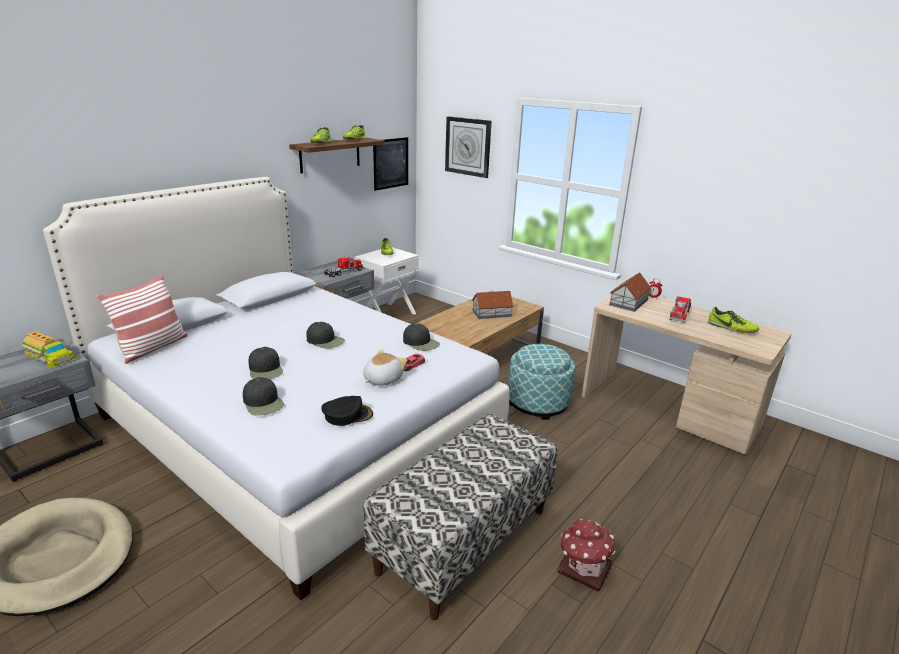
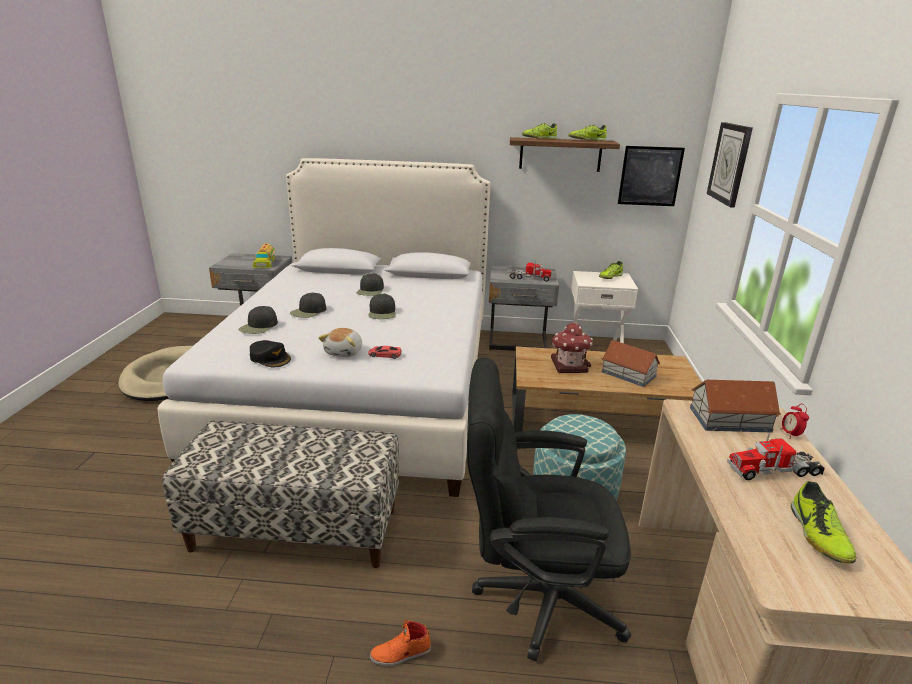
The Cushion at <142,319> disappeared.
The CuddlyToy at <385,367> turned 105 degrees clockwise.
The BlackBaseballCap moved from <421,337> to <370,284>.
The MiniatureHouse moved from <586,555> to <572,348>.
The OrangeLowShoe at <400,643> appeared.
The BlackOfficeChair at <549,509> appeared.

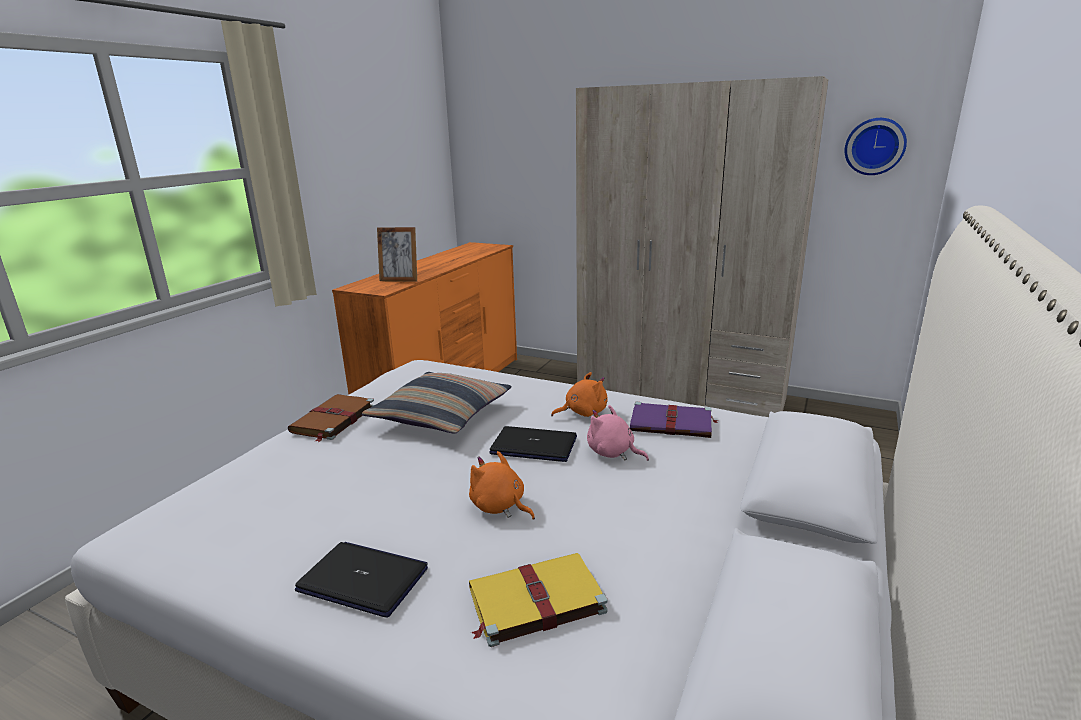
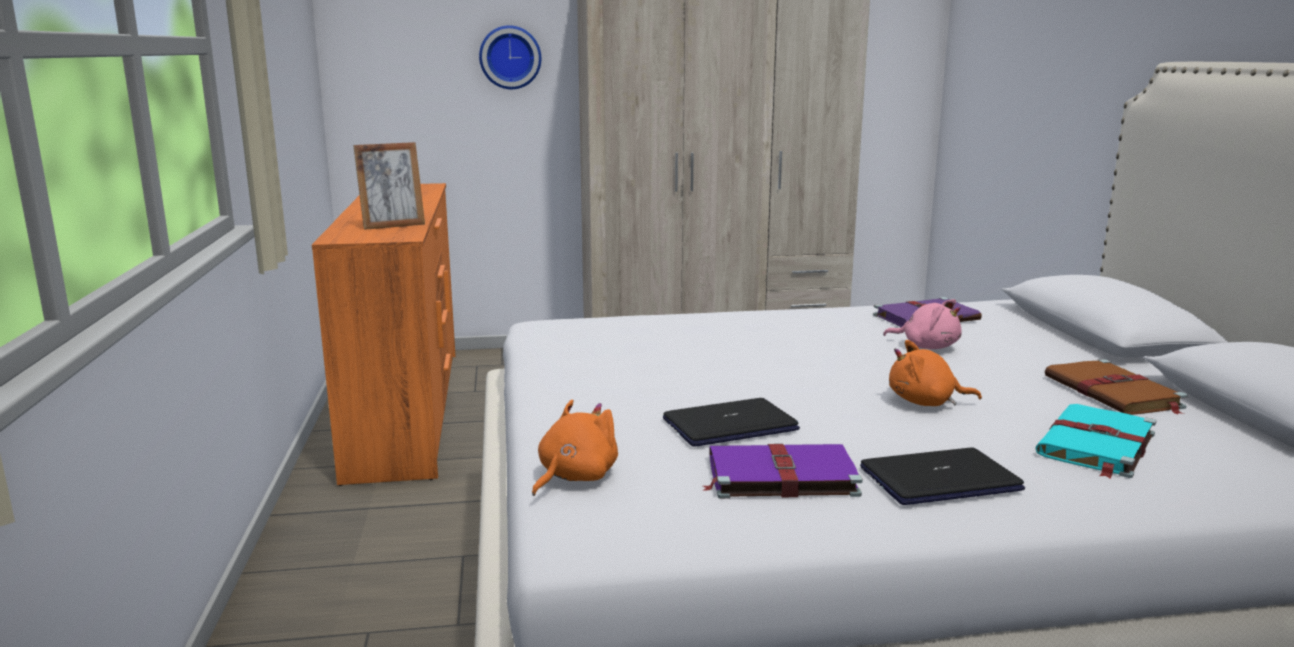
The BrownishVolume moved from <331,418> to <1116,387>.
The Cushion at <437,402> disappeared.
The YellowVolume at <538,600> became the TurquoiseColouredVolume at <1096,441>.
The PortableComputer moved from <533,444> to <731,422>.
The OrangeCuddlyToy moved from <579,394> to <575,448>.
The PinkCuddlyToy at <618,433> turned 150 degrees counterclockwise.
The ClockOnTheWall moved from <876,146> to <510,57>.
The PurpleColouredVolume at <783,471> appeared.

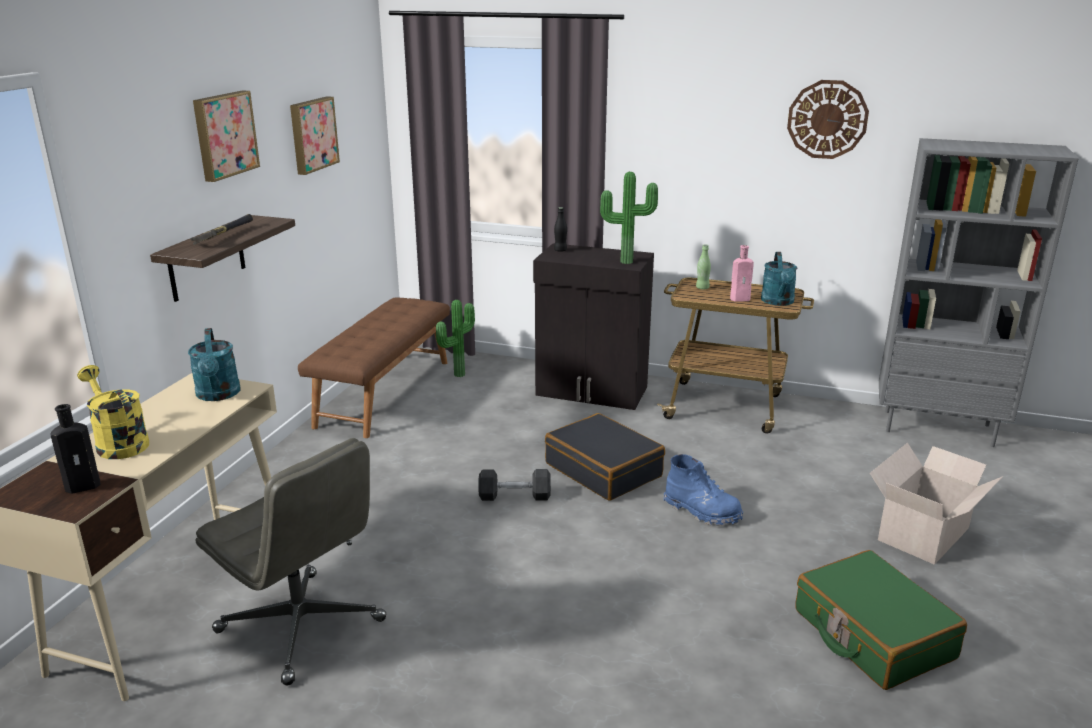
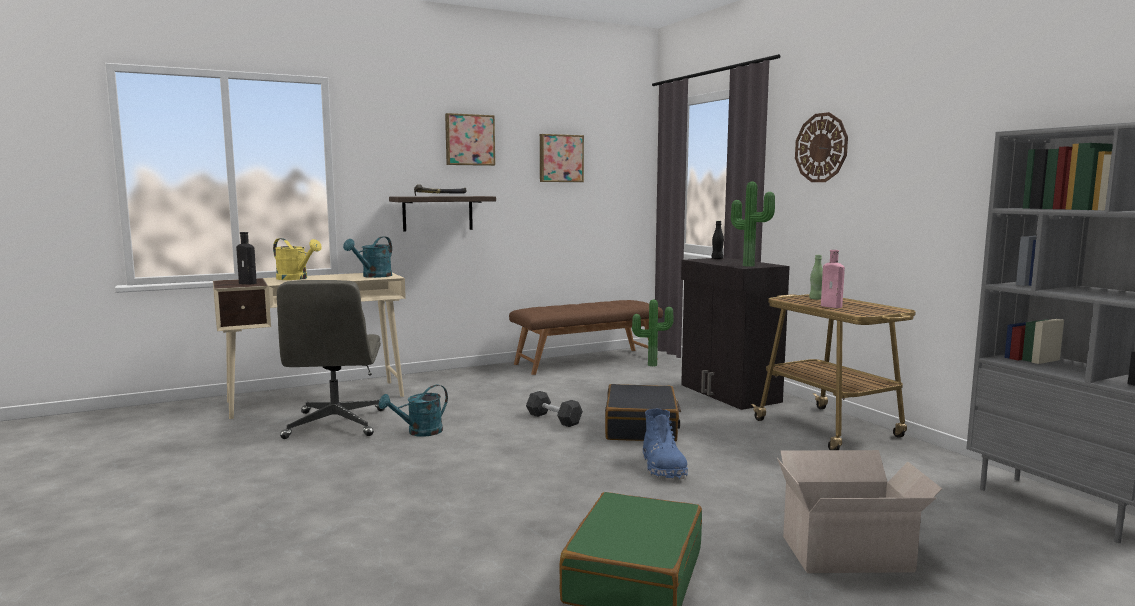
The YellowWateringPot at <113,412> turned 120 degrees clockwise.
The TurquoiseColouredWateringPot moved from <779,279> to <413,411>.
The ClockOnTheWall moved from <828,119> to <821,147>.

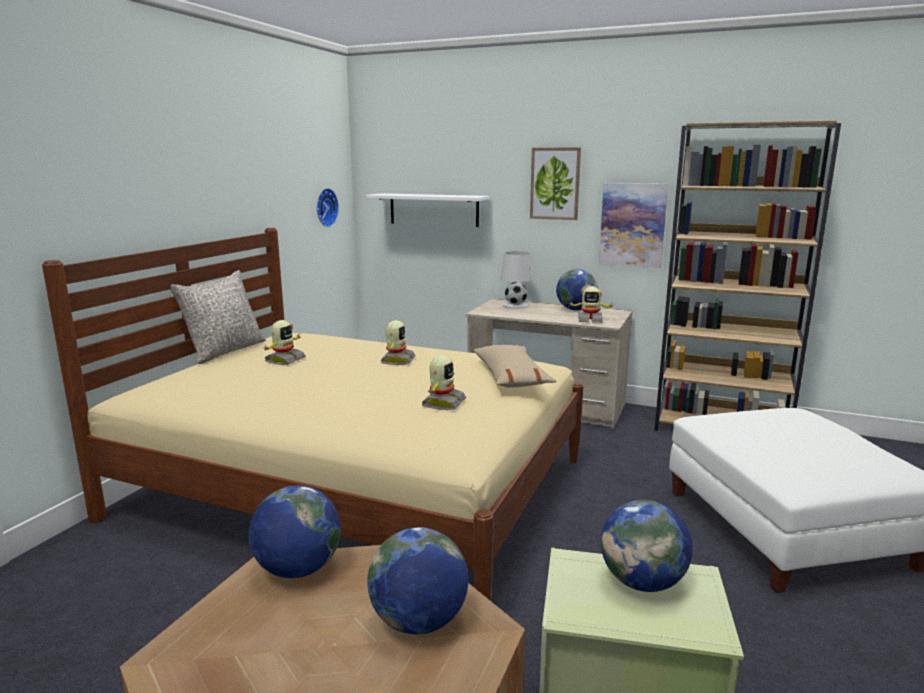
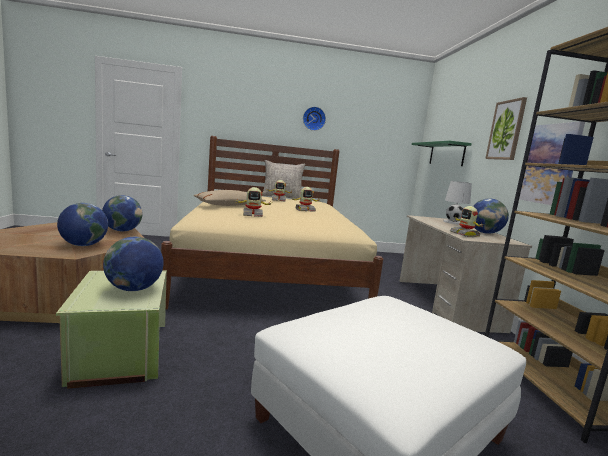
The ClockOnTheWall moved from <328,207> to <314,119>.
The WhiteColouredWallShelf at <428,210> became the GreenishWallShelf at <442,153>.
The BeigeCushion moved from <514,366> to <229,198>.

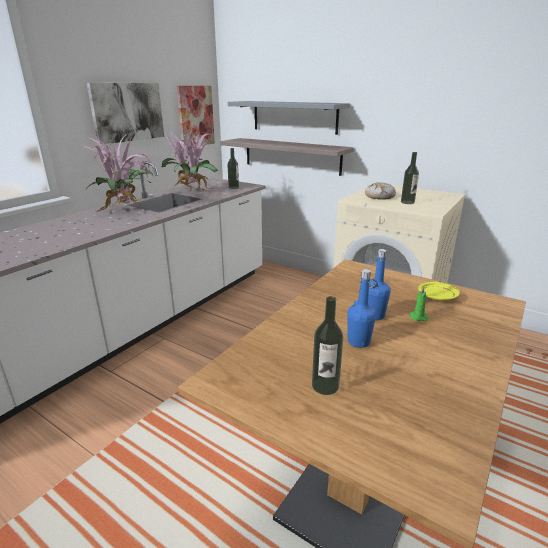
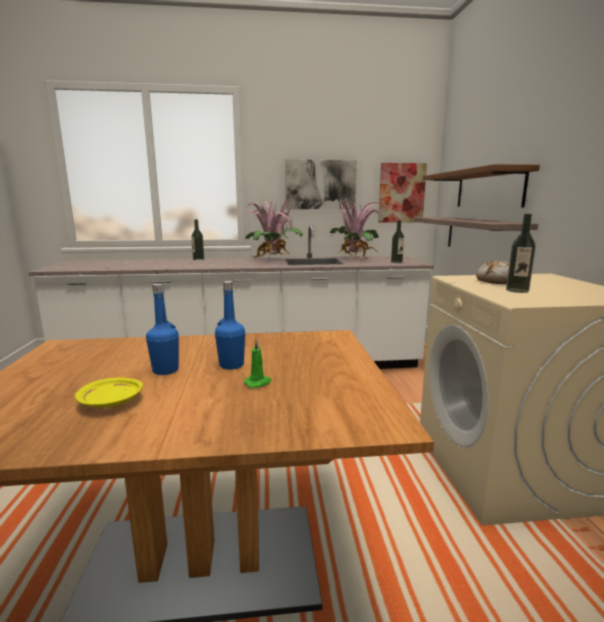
The GreyWallShelf at <289,118> became the BrownishWallShelf at <481,186>.
The DrinkBottle moved from <327,345> to <197,240>.
The YellowPlate moved from <439,291> to <109,392>.

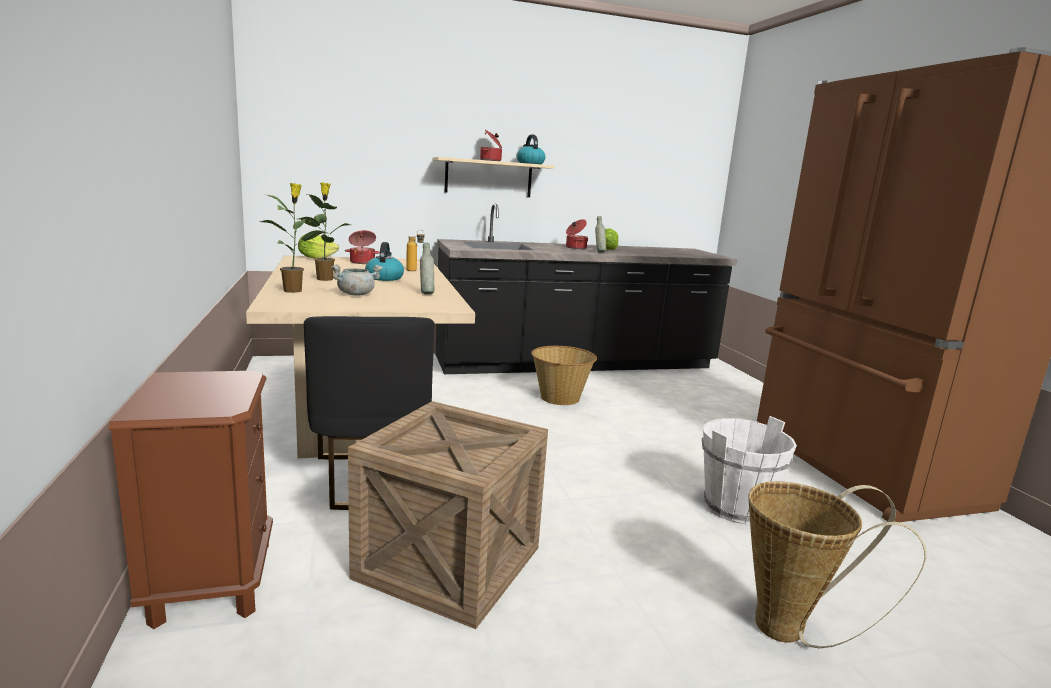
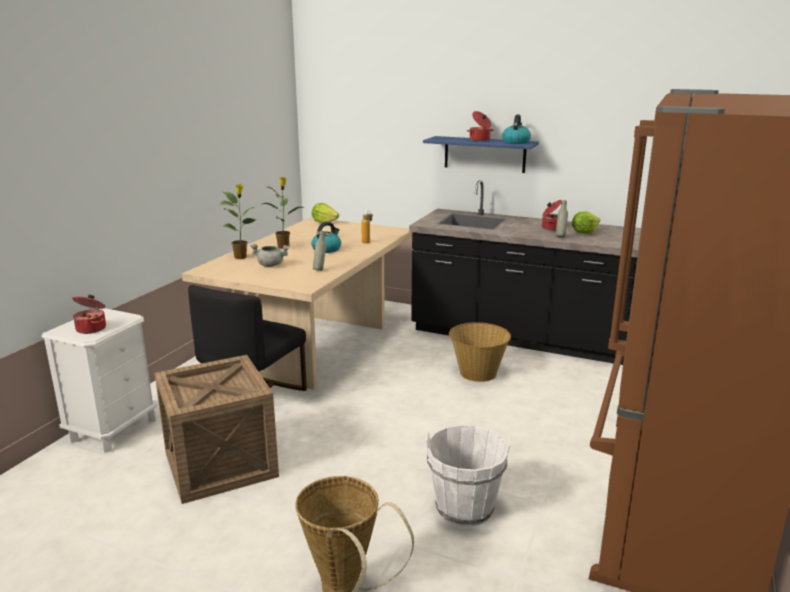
The BrownishBedsideTable at <191,500> became the WhiteColouredBedsideTable at <99,380>.
The Saucepot moved from <362,247> to <89,314>.
The BeigeWallShelf at <494,177> became the BlueWallShelf at <481,154>.

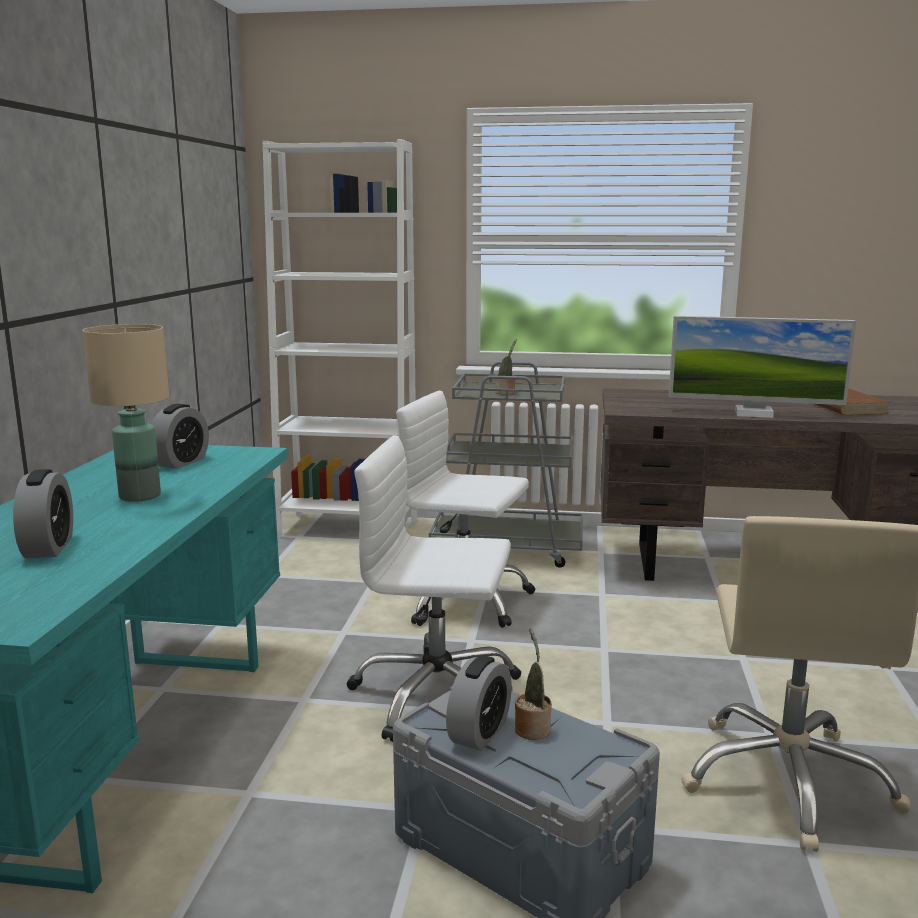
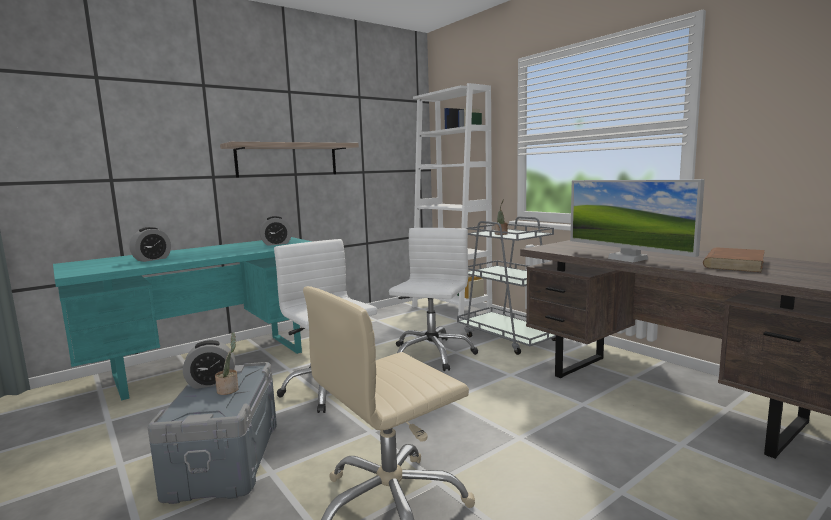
The BeigeTableLamp at <126,413> disappeared.
The WhiteColouredOfficeChair at <465,509> turned 45 degrees clockwise.
The WallShelf at <289,160> appeared.

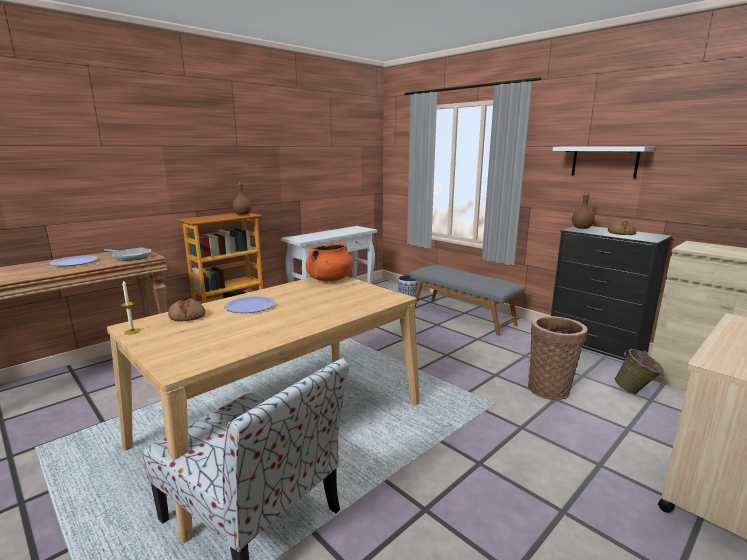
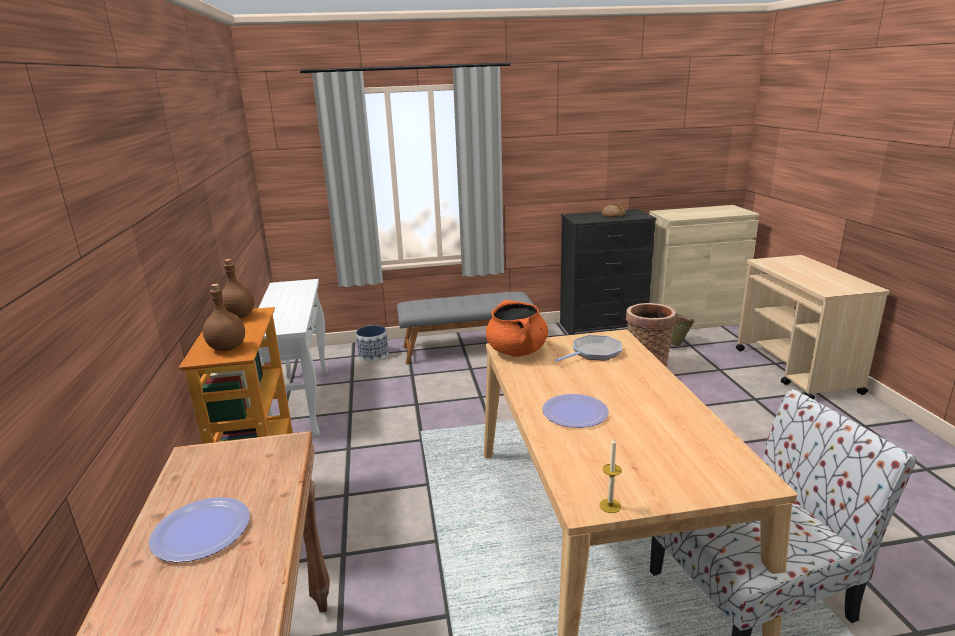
The Skillet moved from <127,254> to <588,348>.
The Bread at <186,309> disappeared.
The WhiteColouredWallShelf at <603,162> disappeared.
The BrownishDrinkBottle moved from <583,210> to <224,317>.

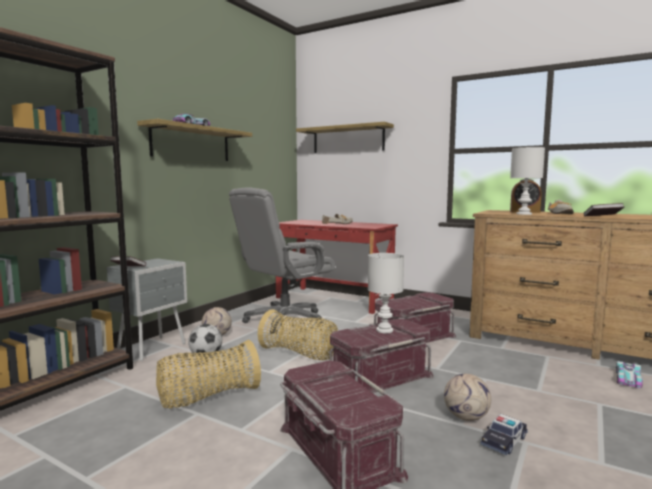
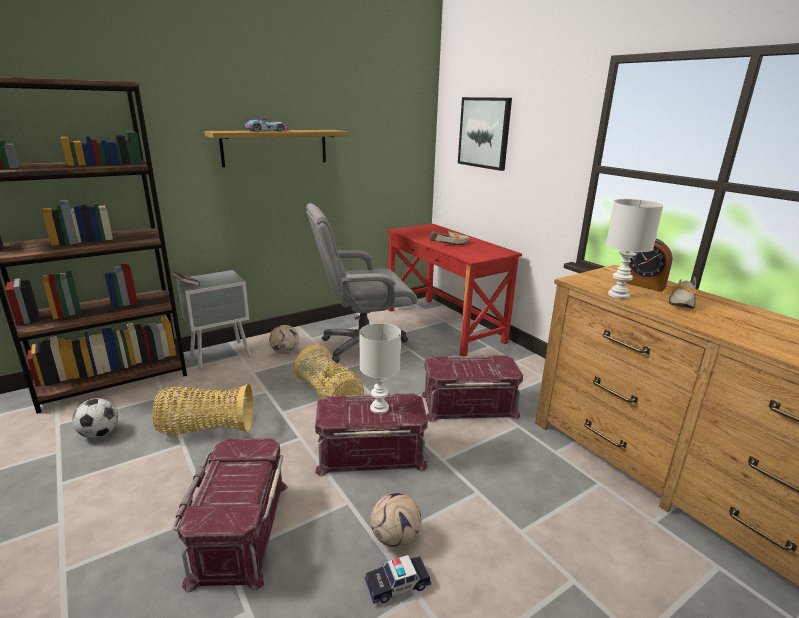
The Football moved from <205,341> to <95,418>.
The WallShelf at <345,137> was replaced by the WallArt at <485,134>.
The Volume at <603,209> disappeared.
The MiniatureCar at <629,374> disappeared.

